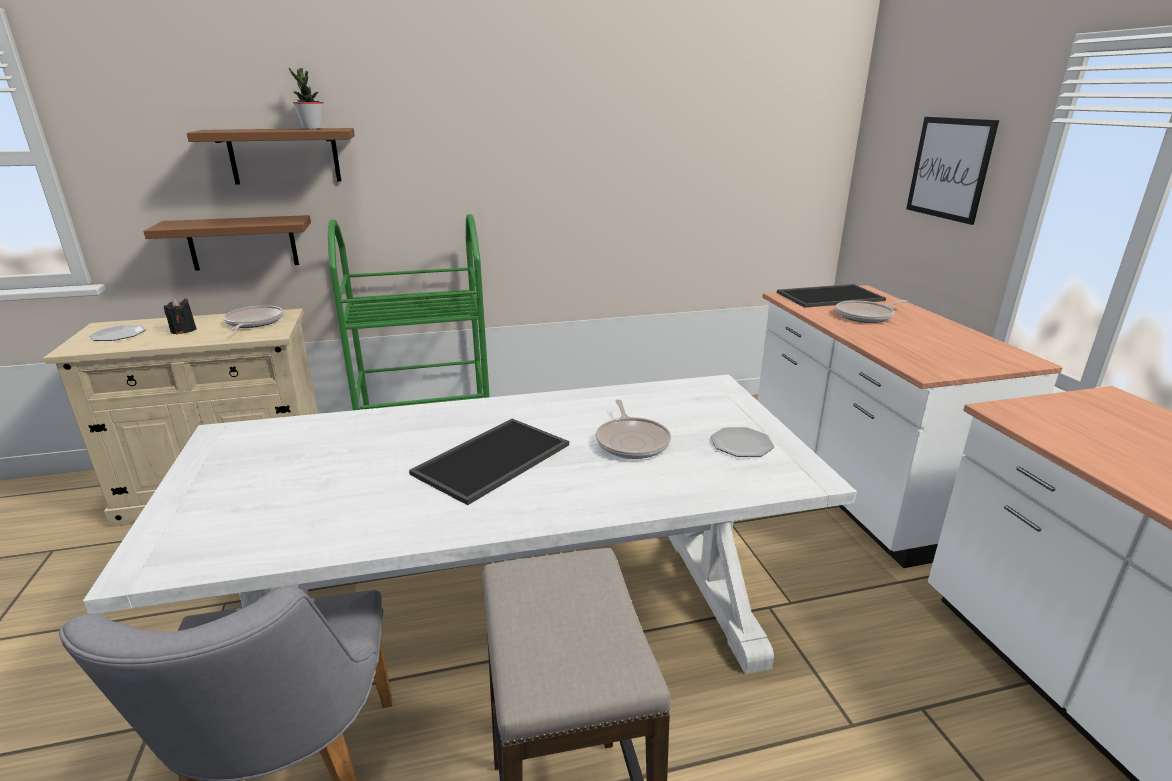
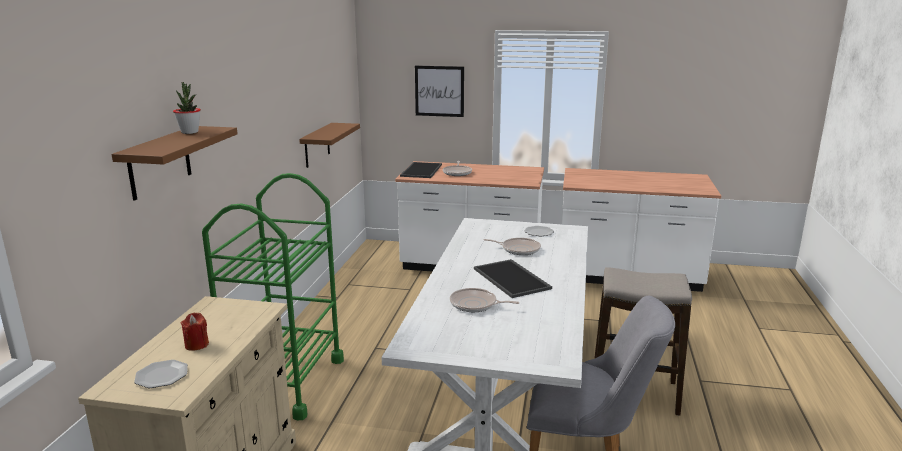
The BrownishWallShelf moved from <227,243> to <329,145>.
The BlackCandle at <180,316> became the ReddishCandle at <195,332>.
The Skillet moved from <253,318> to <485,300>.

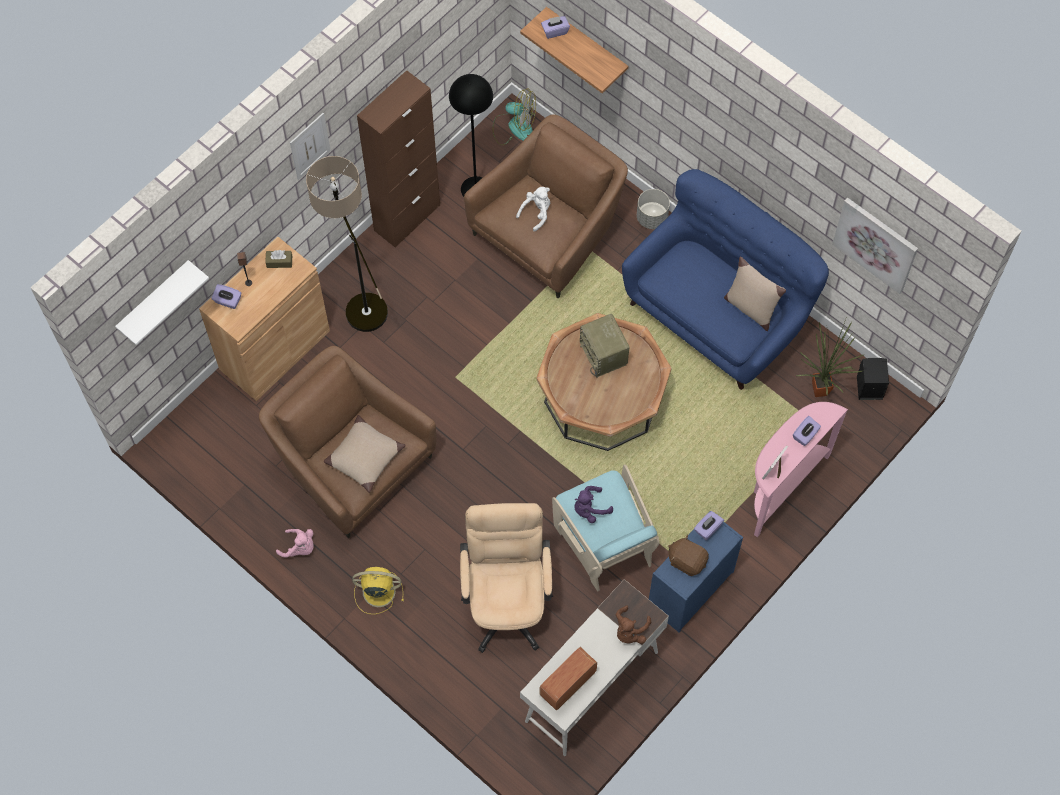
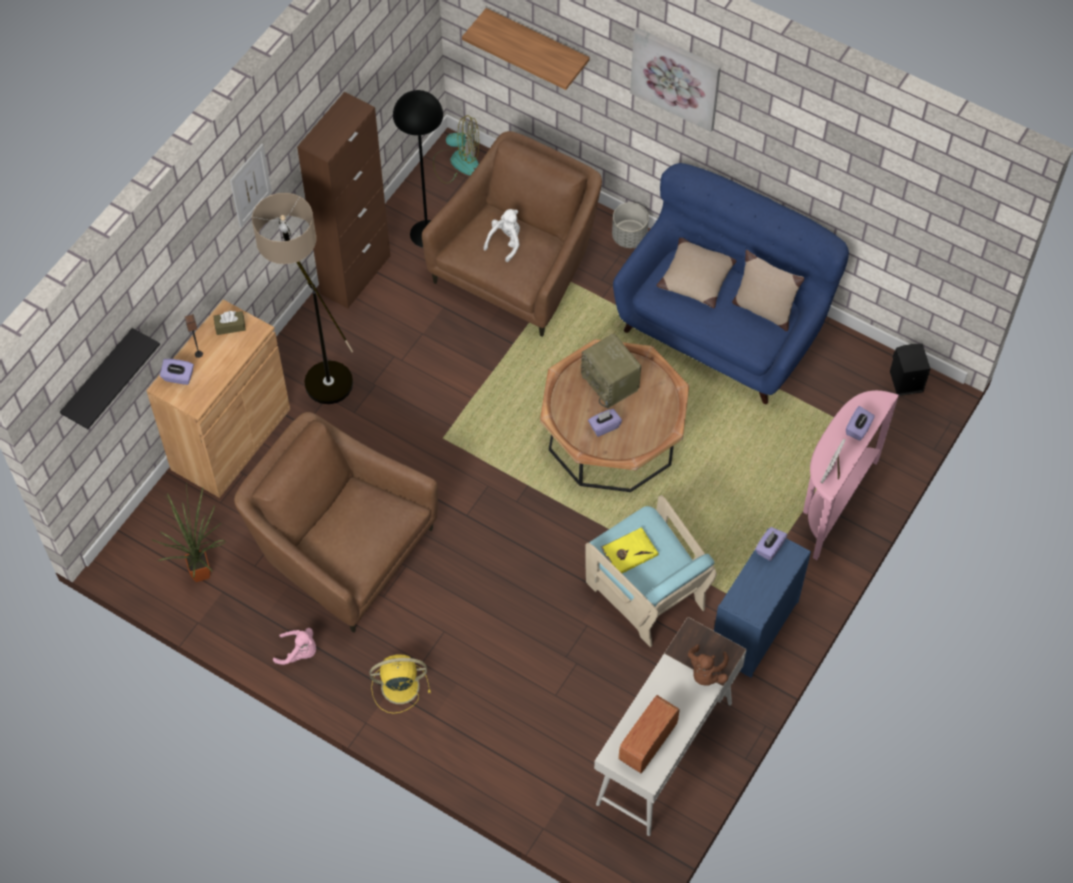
The WhiteColouredWallShelf at <162,302> became the BlackWallShelf at <110,378>.
The BeigeCushion moved from <365,454> to <697,273>.
The BeigeOfficeChair at <506,578> disappeared.
The PurpleColouredTissueBox moved from <555,27> to <605,423>.
The PurpleColouredCuddlyToy at <593,504> was replaced by the YellowVolume at <629,550>.
The BrownishCuddlyToy at <688,555> disappeared.
The PlantInAPot moved from <829,358> to <188,532>.
The WallArt moved from <875,246> to <675,79>.

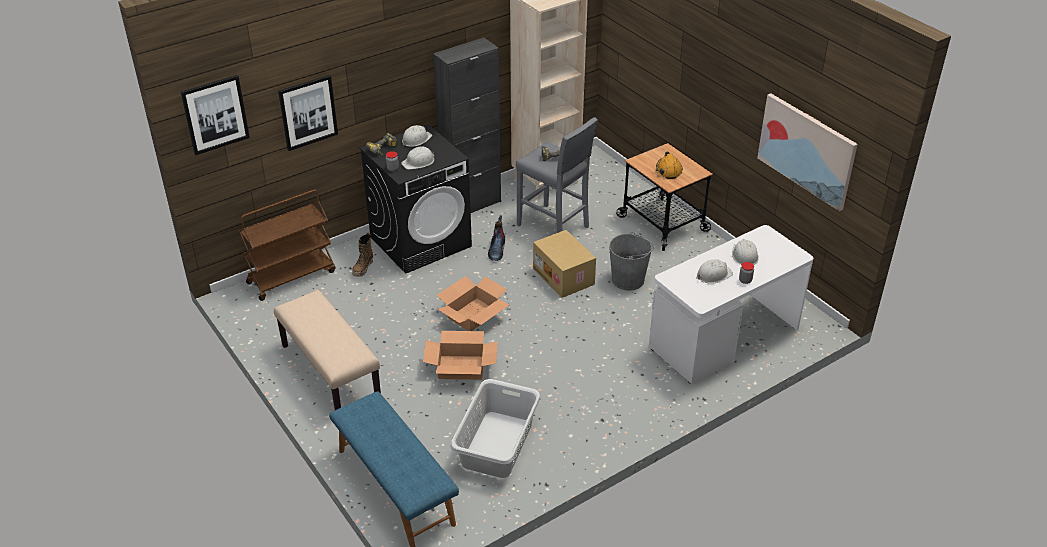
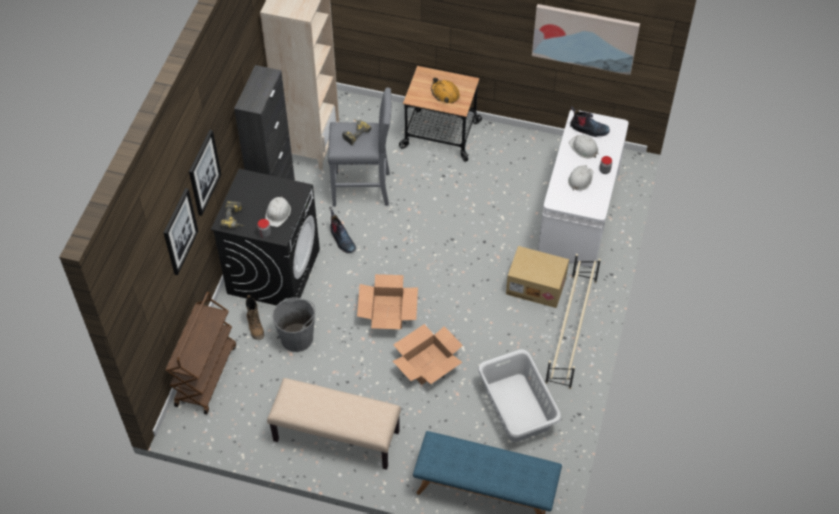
The WallArt moved from <215,115> to <205,173>.
The WhiteColouredWorkHelmet at <417,136> disappeared.
The CardboardBox moved from <564,264> to <537,277>.
The GreyWaterBucket moved from <631,261> to <294,324>.
The BeigeShoeShelf at <573,321> appeared.
The TallBoot at <590,121> appeared.

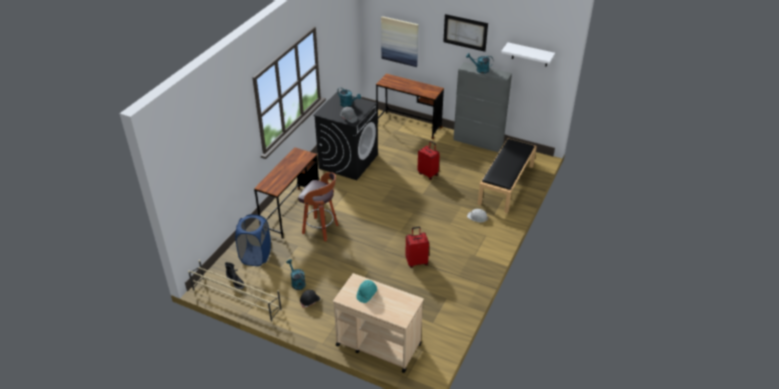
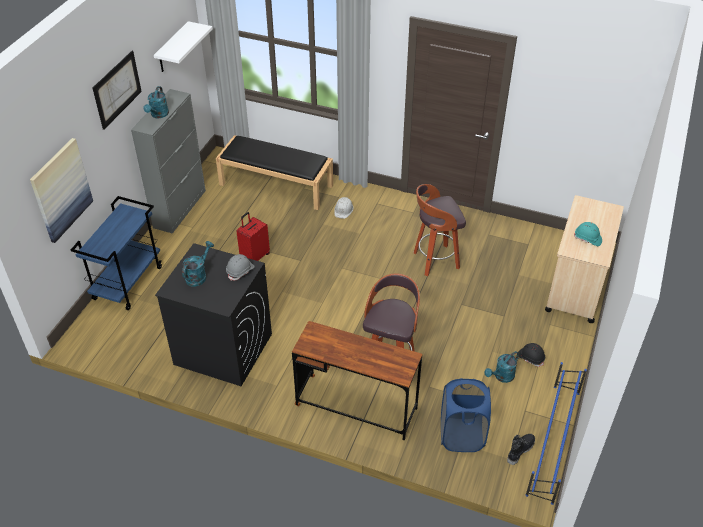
The BeigeShoeShelf at <235,291> became the BlueShoeShelf at <556,433>.
The BrownishDeskUnit at <410,106> was replaced by the BlueWheeledCart at <116,253>.
The ReddishPieceOfLuggage at <417,247> was replaced by the SittingStool at <439,230>.

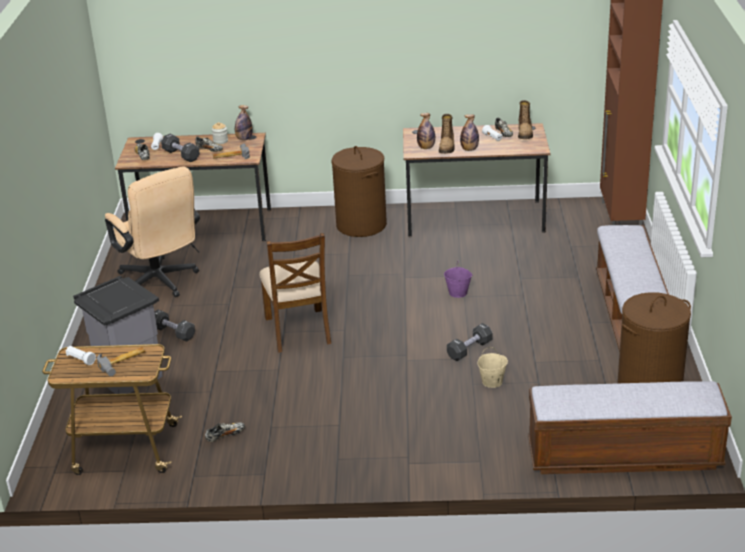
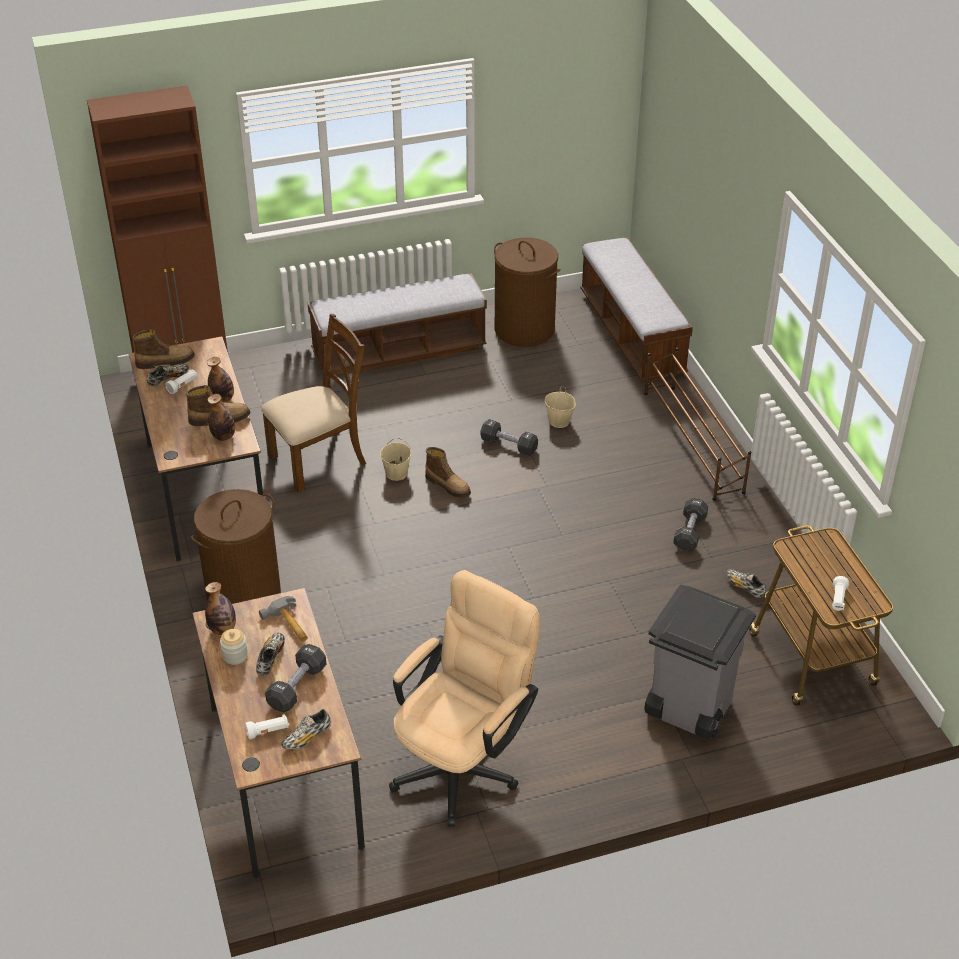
The HandHammer at <121,361> disappeared.
The BlackFreeWeight moved from <174,325> to <690,525>.
The BrownishPlainChair moved from <295,293> to <313,403>.
The PurpleColouredWaterBucket at <458,279> became the BeigeWaterBucket at <395,459>.
The TallBoot at <448,472> appeared.
The BrownishShoeShelf at <697,424> appeared.

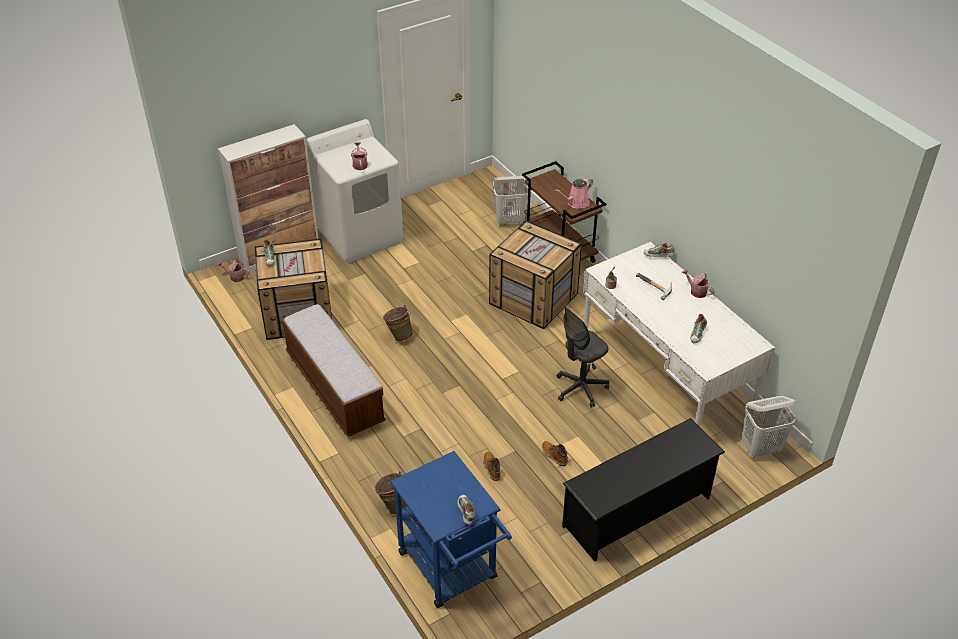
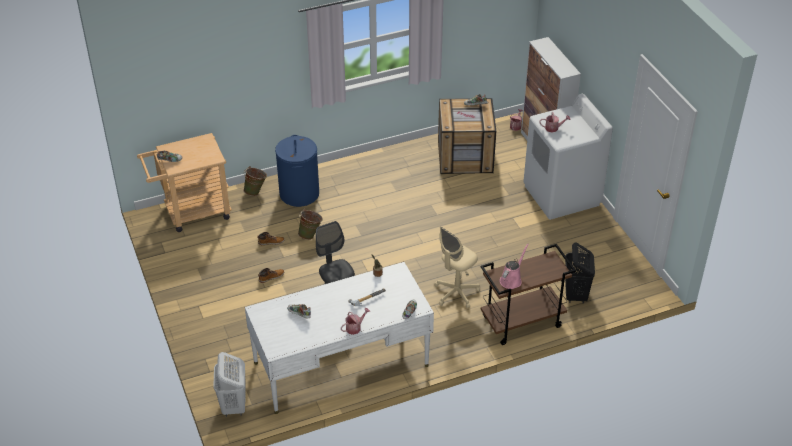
The IndoorBench at <333,370> disappeared.
The GreenishWaterBucket moved from <398,323> to <310,224>.
The BlueWheeledCart at <451,529> became the BeigeWheeledCart at <184,182>.
The ShippingCrate at <535,274> was replaced by the BeigeOfficeChair at <457,267>.
The WhiteColouredLaundryBasket at <510,201> became the BlackLaundryBasket at <580,273>.
The PinkWateringPot at <574,193> turned 60 degrees clockwise.
The BlackShoeShelf at <643,490> disappeared.
The BlueLaundryBasket at <297,171> appeared.

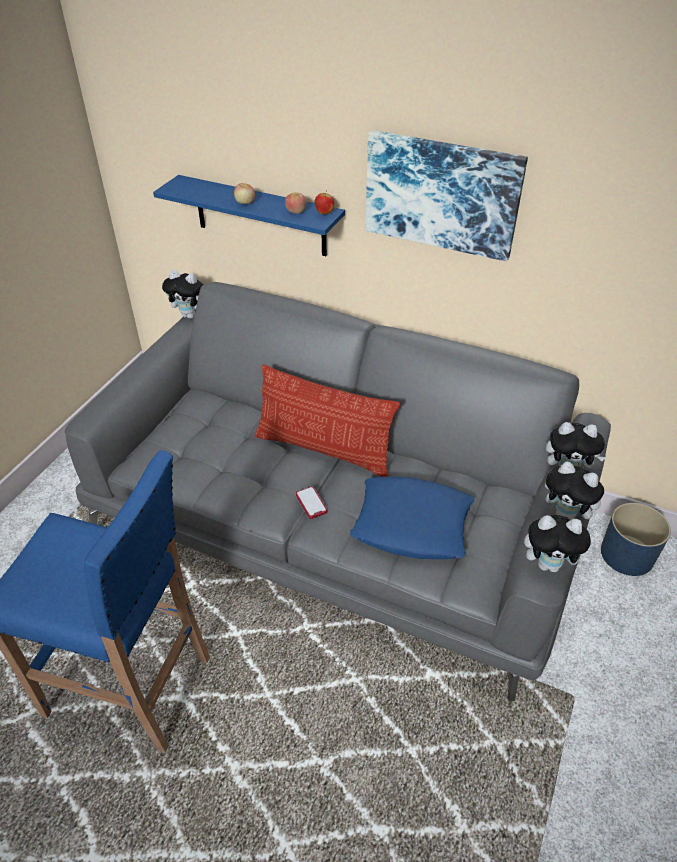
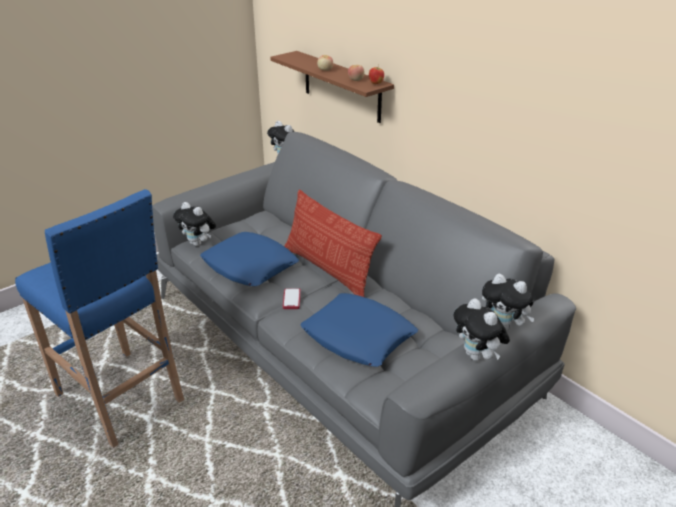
The BlueWallShelf at <249,215> became the BrownishWallShelf at <332,87>.
The WallArt at <447,196> disappeared.
The CuddlyToy moved from <558,543> to <194,224>.
The BlueFlowerPot at <636,539> disappeared.
The BlueCushion at <249,259> appeared.

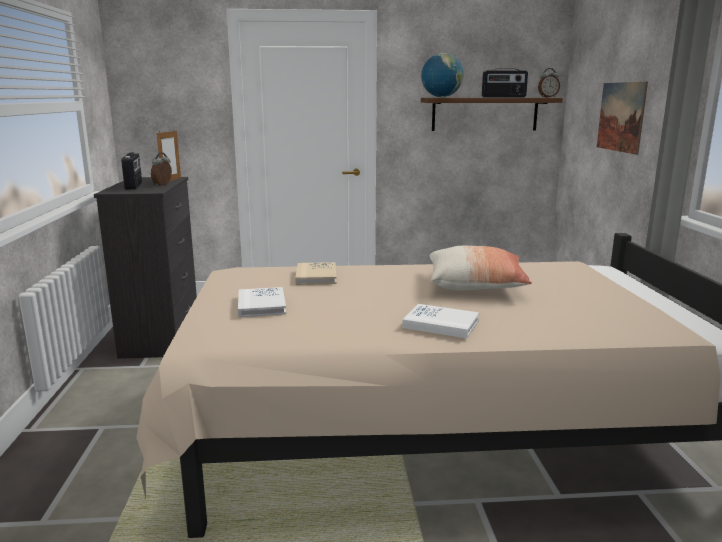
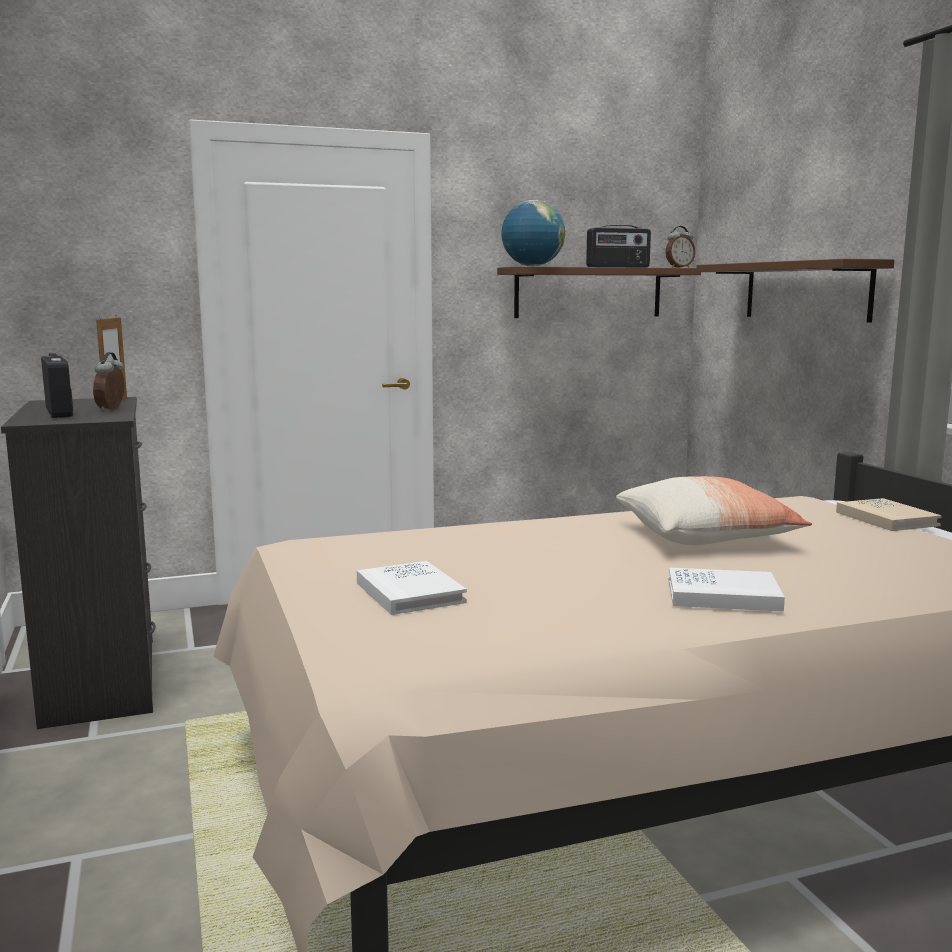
The BeigeVolume moved from <315,273> to <889,514>.
The WallArt at <622,118> was replaced by the BrownishWallShelf at <795,291>.

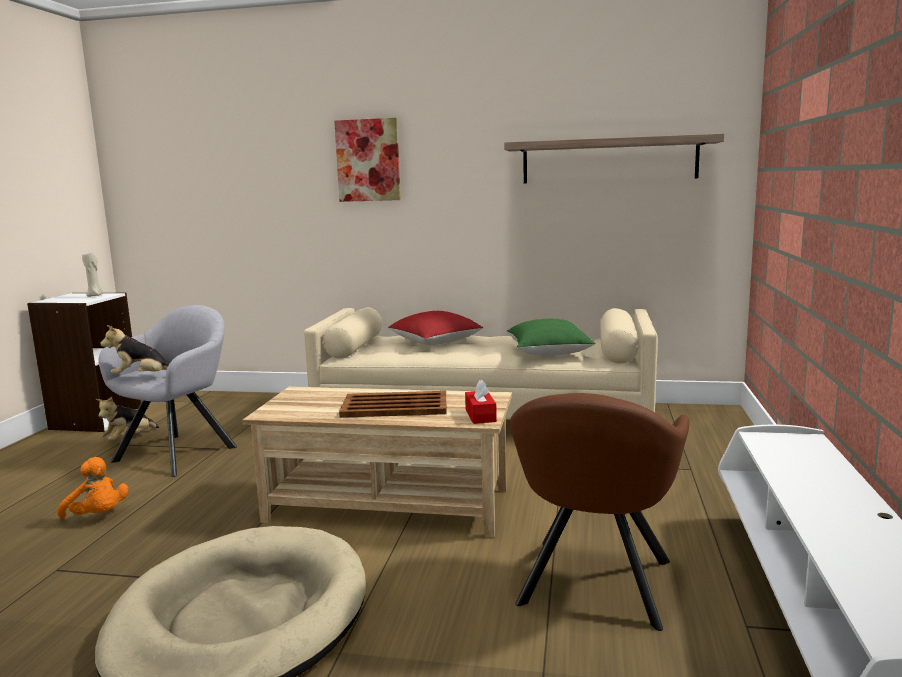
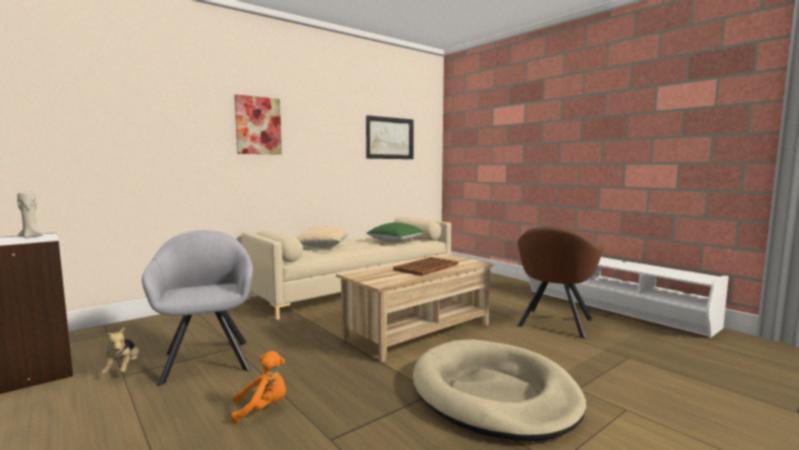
The CuddlyToy at <135,349> disappeared.
The ReddishCushion at <435,328> became the BeigeCushion at <323,236>.
The ReddishTissueBox at <481,401> disappeared.
The WallShelf at <614,158> was replaced by the WallArt at <390,137>.
The BrownishEasyChair at <599,512> turned 60 degrees clockwise.

